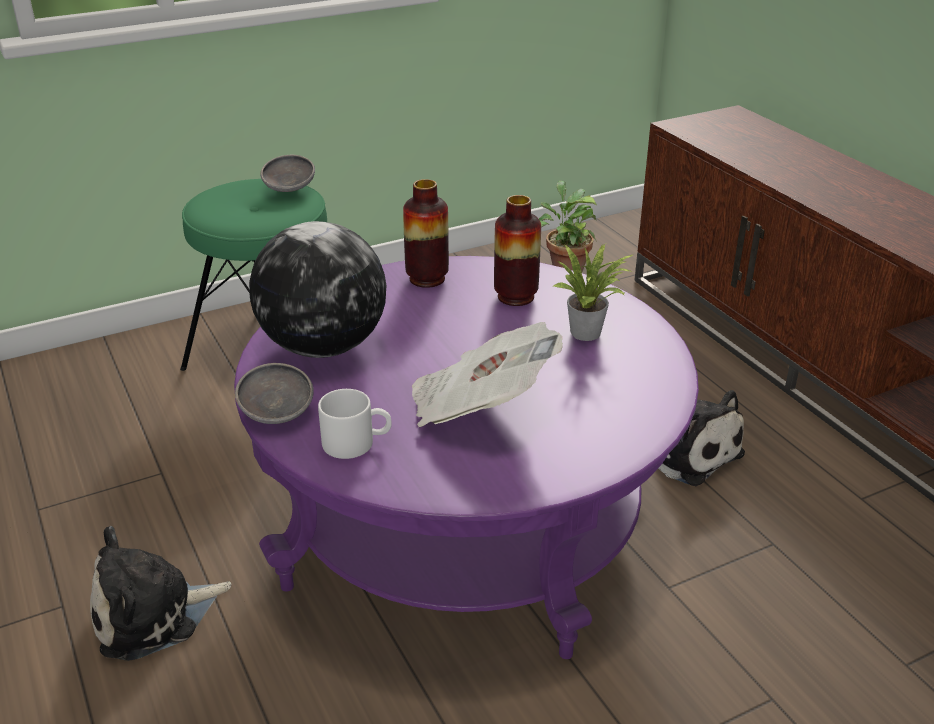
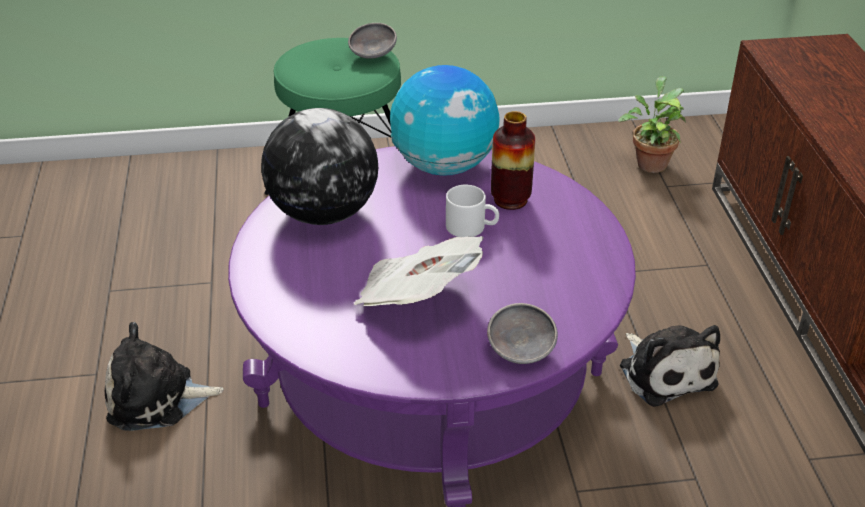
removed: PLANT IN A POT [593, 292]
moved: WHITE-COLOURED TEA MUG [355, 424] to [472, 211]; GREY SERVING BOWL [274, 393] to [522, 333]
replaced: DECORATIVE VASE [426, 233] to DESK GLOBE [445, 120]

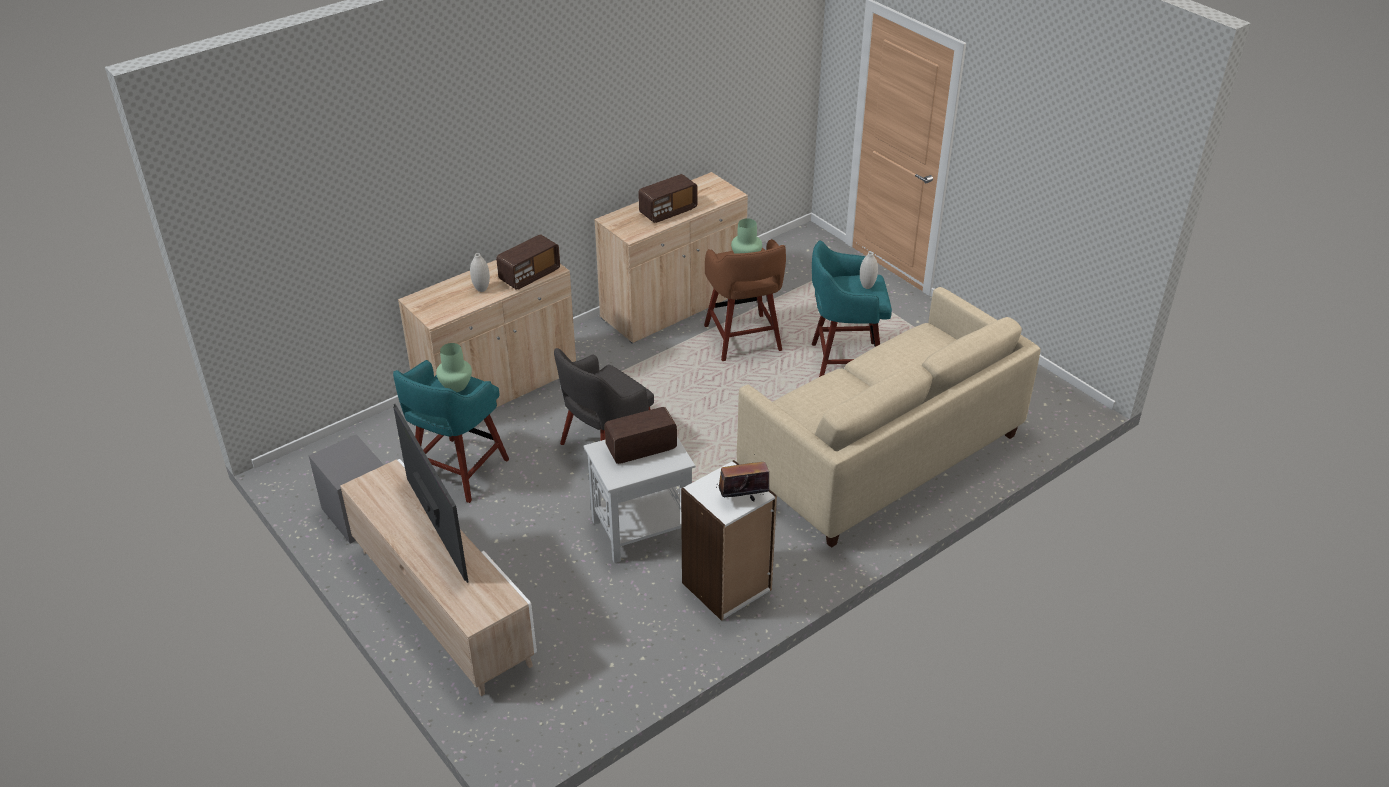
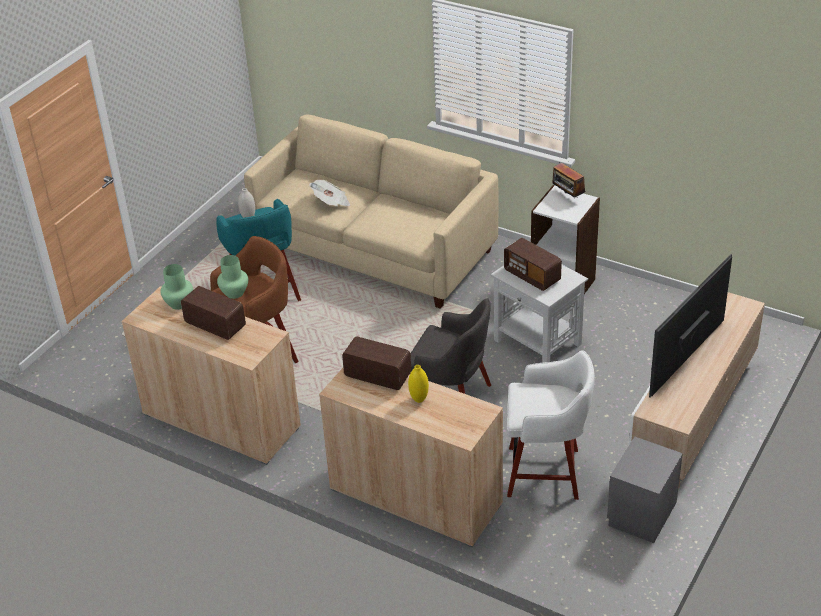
added: NEWSPAPER [330, 193]
moved: GREEN-COLOURED DECORATIVE VASE [454, 367] to [176, 287]
recoloured: WHITE-COLOURED DECORATIVE VASE [480, 272] to YELLOW-COLOURED DECORATIVE VASE [418, 384]; BLUE-GREEN SITTING STOOL [451, 431] to WHITE-COLOURED SITTING STOOL [551, 425]

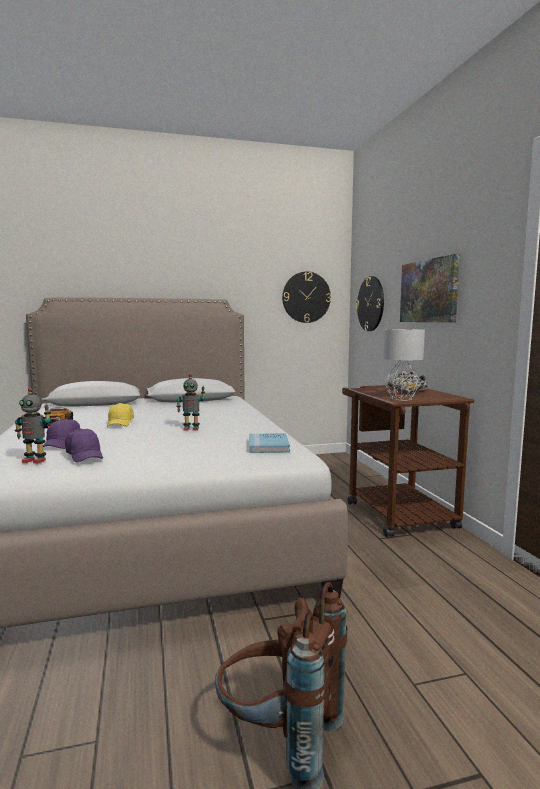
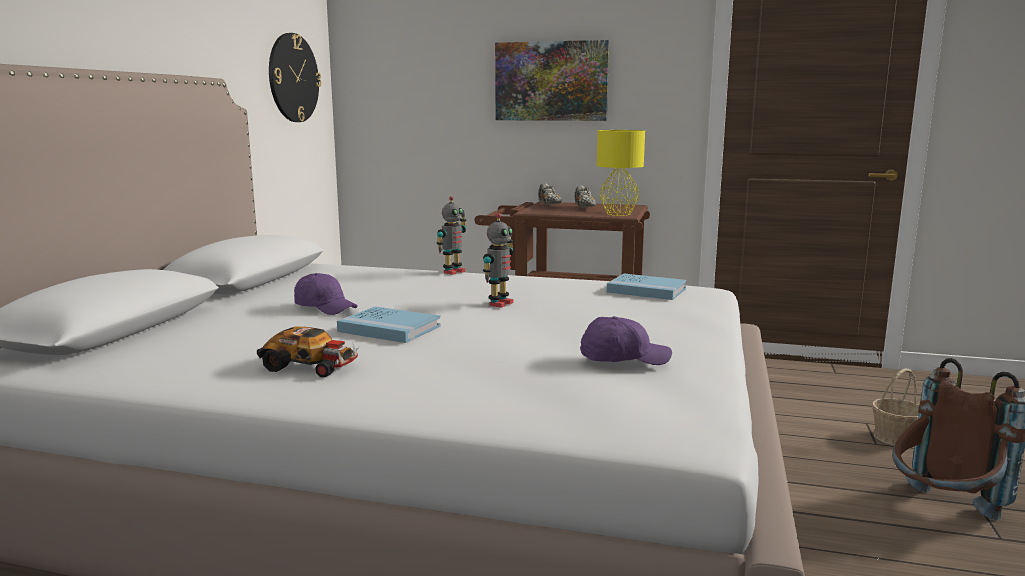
removed: WALL CLOCK [370, 303]
added: STORAGE BASKET [895, 407]
moved: PURPLISH BASEBALL CAP [62, 434] to [326, 294]; TOY ROBOT [33, 425] to [451, 235]
replaced: YELLOW-COLOURED BASEBALL CAP [120, 415] to BLUE-COLOURED VOLUME [388, 324]
recoloured: GREY TABLETOP LAMP [404, 365] to YELLOW-COLOURED TABLETOP LAMP [621, 173]

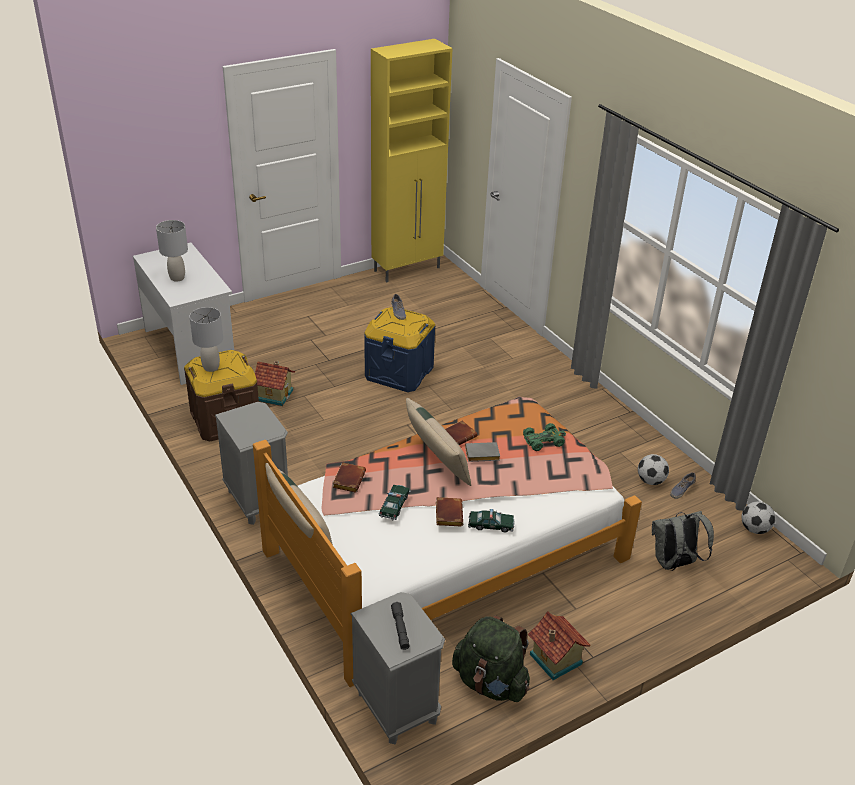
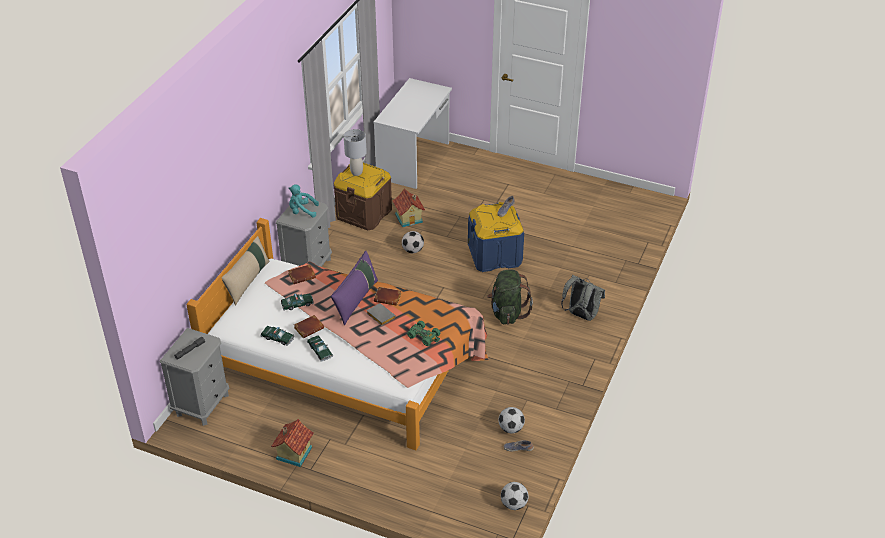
removed: GREY TABLETOP LAMP [172, 251]; YELLOW-COLOURED STORAGE CABINET [412, 160]
added: TOY CAR [277, 336]; BLUE-GREEN CUDDLY TOY [303, 201]; FOOTBALL [413, 242]
moved: GREEN-COLOURED RUCKSACK [491, 658] to [510, 296]; GREY RUCKSACK [683, 541] to [583, 298]
recoloured: SAND-COLOURED CUSHION [438, 442] to PURPLISH CUSHION [354, 288]

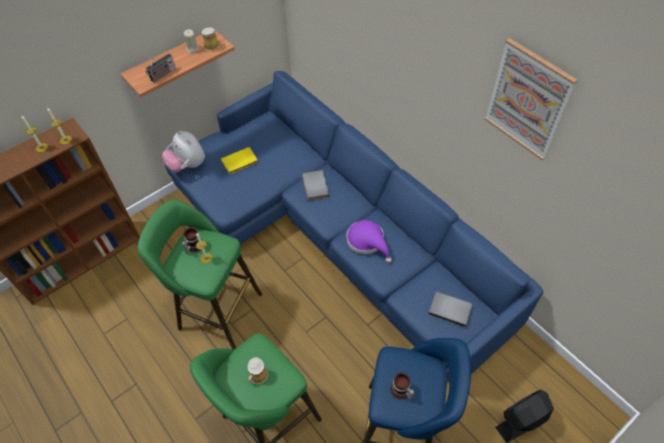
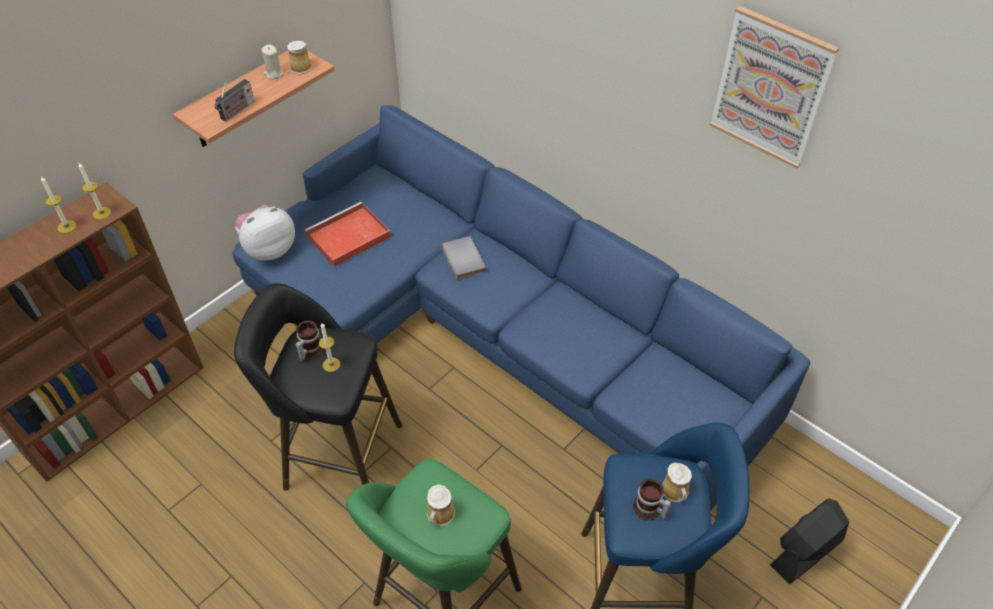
removed: PURPLISH CLOTHING HAT [369, 241]; GREY VOLUME [450, 309]
added: TEA MUG [677, 482]
replaced: YELLOW-COLOURED VOLUME [239, 160] to REDDISH SERVING TRAY [348, 234]
recoloured: GREEN-COLOURED SITTING STOOL [199, 275] to BLACKISH SITTING STOOL [318, 387]
turned: CUDDLY TOY [183, 152] = [265, 233] 105 degrees clockwise

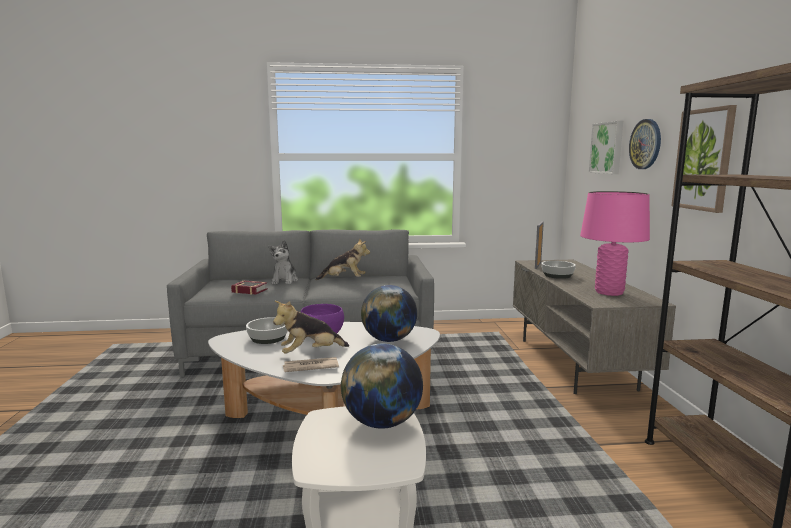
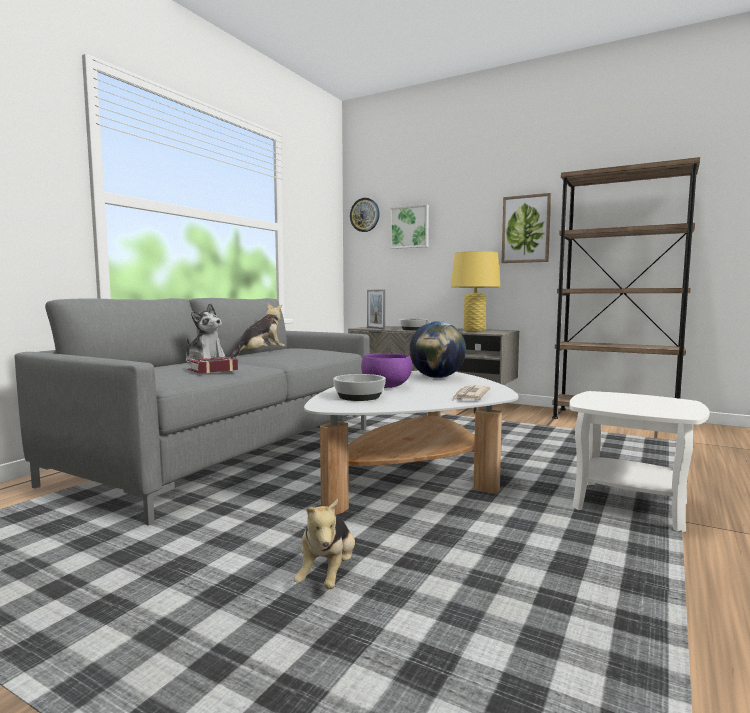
removed: DESK GLOBE [382, 386]
moved: CUDDLY TOY [311, 327] to [324, 544]; WALL CLOCK [645, 144] to [365, 215]
recoloured: PINK TABLETOP LAMP [615, 243] to YELLOW-COLOURED TABLETOP LAMP [476, 291]

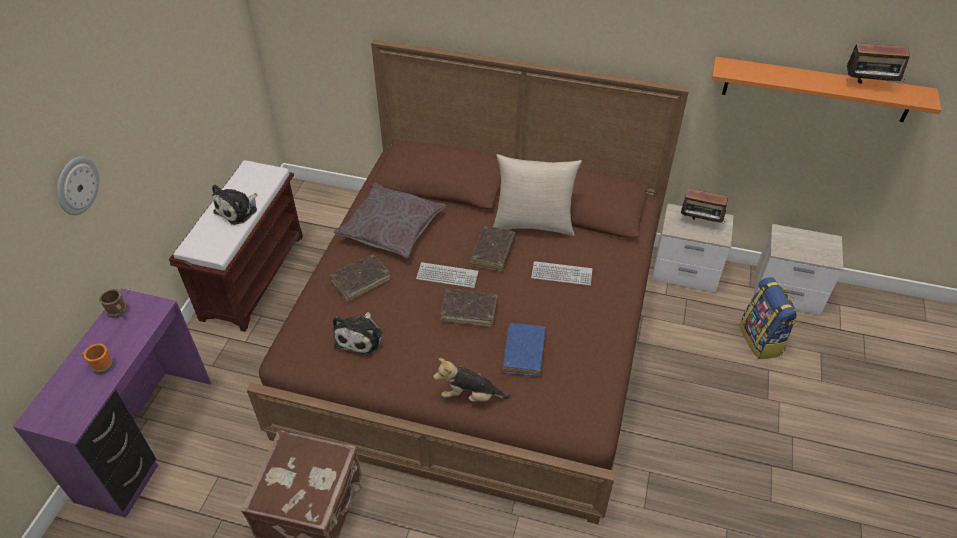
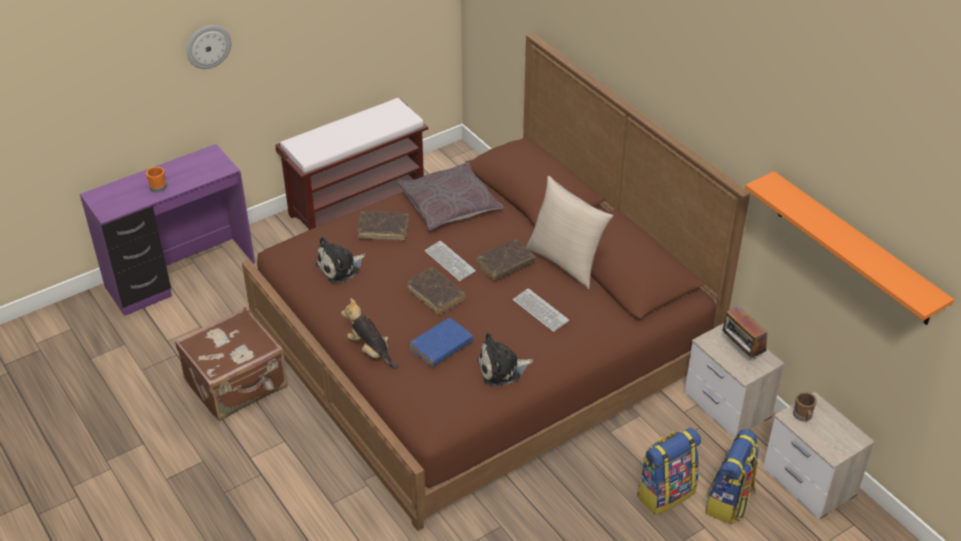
removed: RADIO [878, 62]
added: RUCKSACK [669, 471]
moved: CUDDLY TOY [234, 204] to [505, 359]; BROWN TEA MUG [113, 304] to [805, 407]

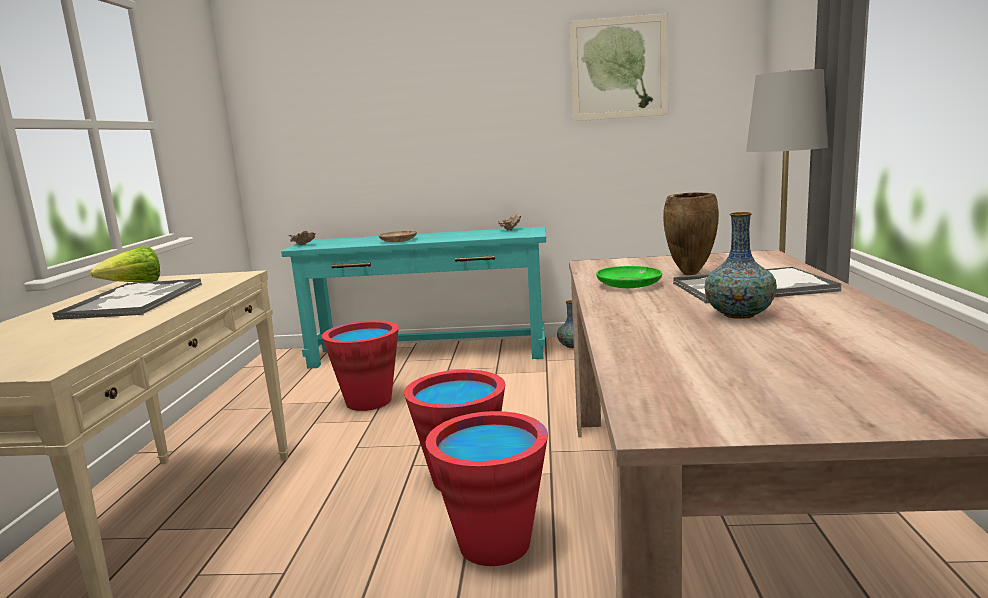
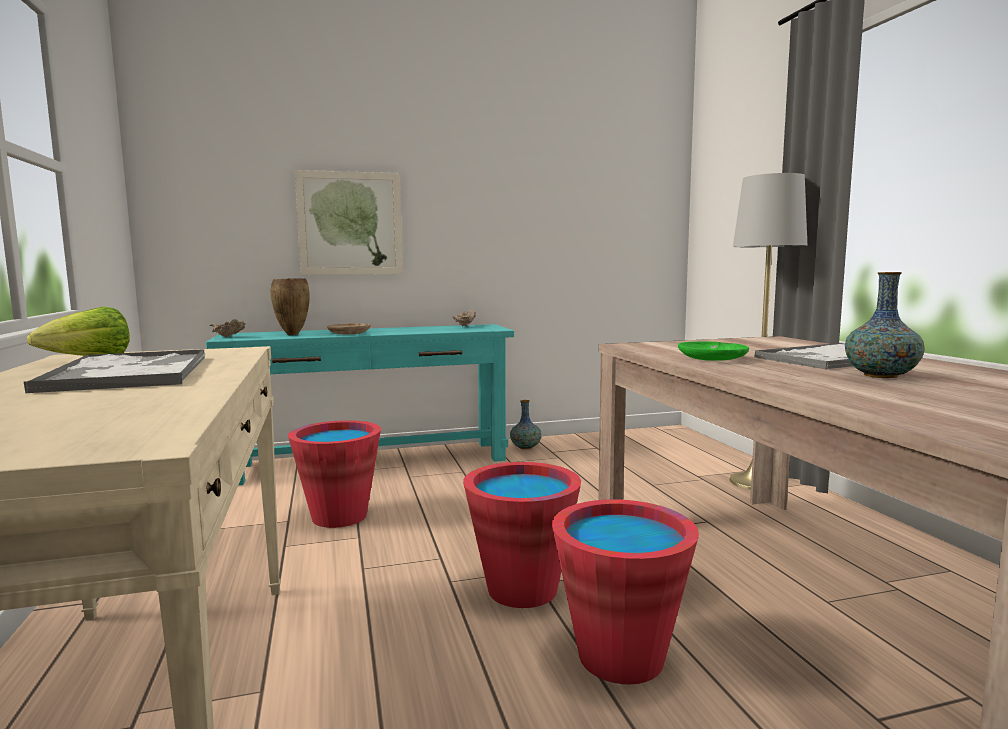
moved: BROWN DECORATIVE VASE [691, 234] to [290, 306]; PICTURE [618, 67] to [349, 222]

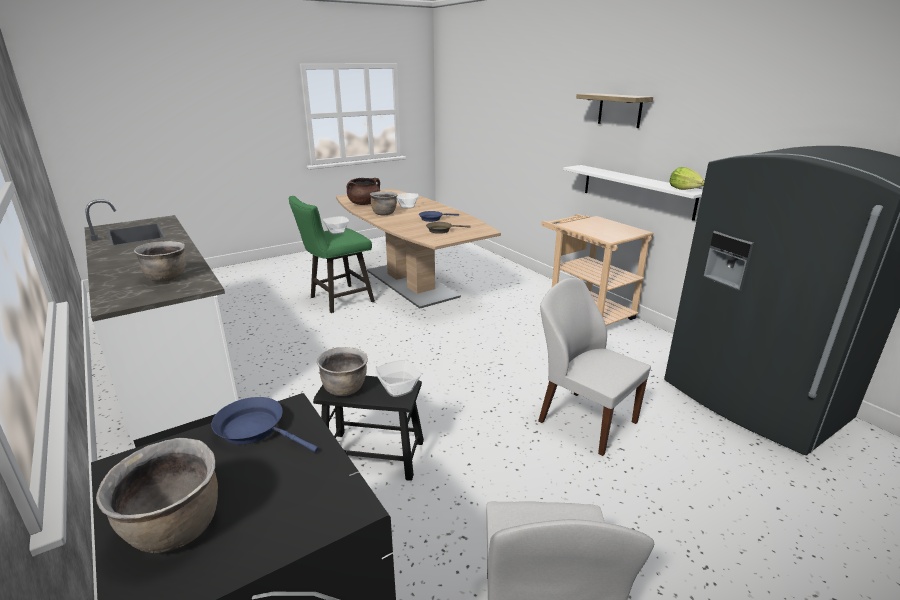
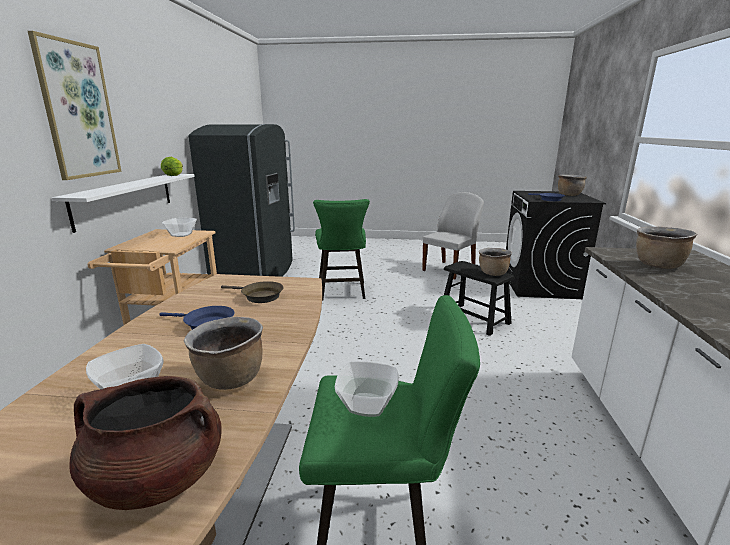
moved: SERVING BOWL [398, 378] to [179, 227]
replaced: SHELF [614, 110] to PICTURE [75, 105]; WHITE-COLOURED UPRIGHT CHAIR [594, 367] to GREEN-COLOURED SITTING STOOL [341, 250]

